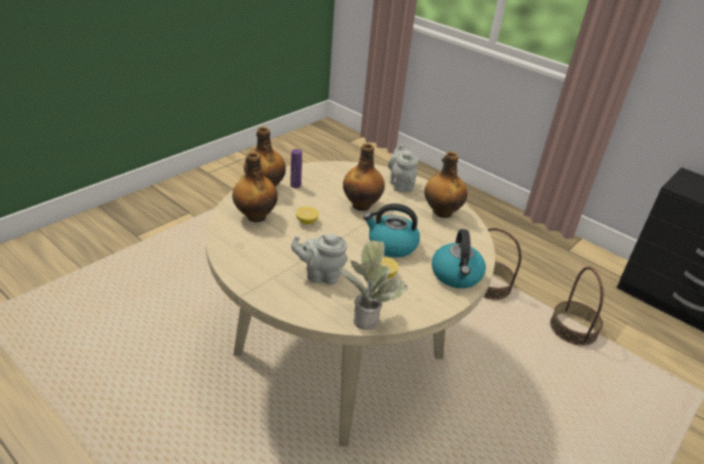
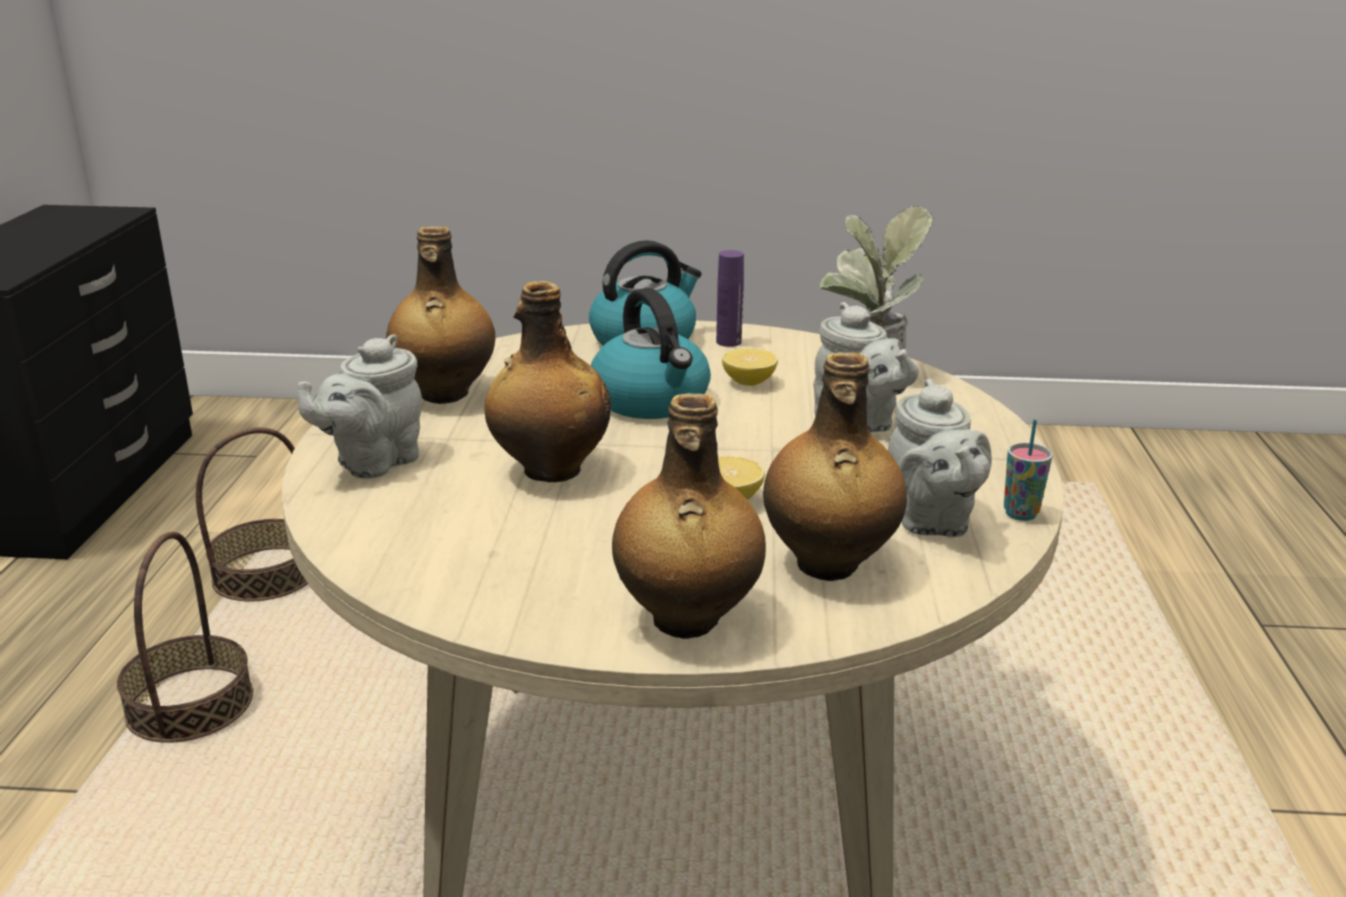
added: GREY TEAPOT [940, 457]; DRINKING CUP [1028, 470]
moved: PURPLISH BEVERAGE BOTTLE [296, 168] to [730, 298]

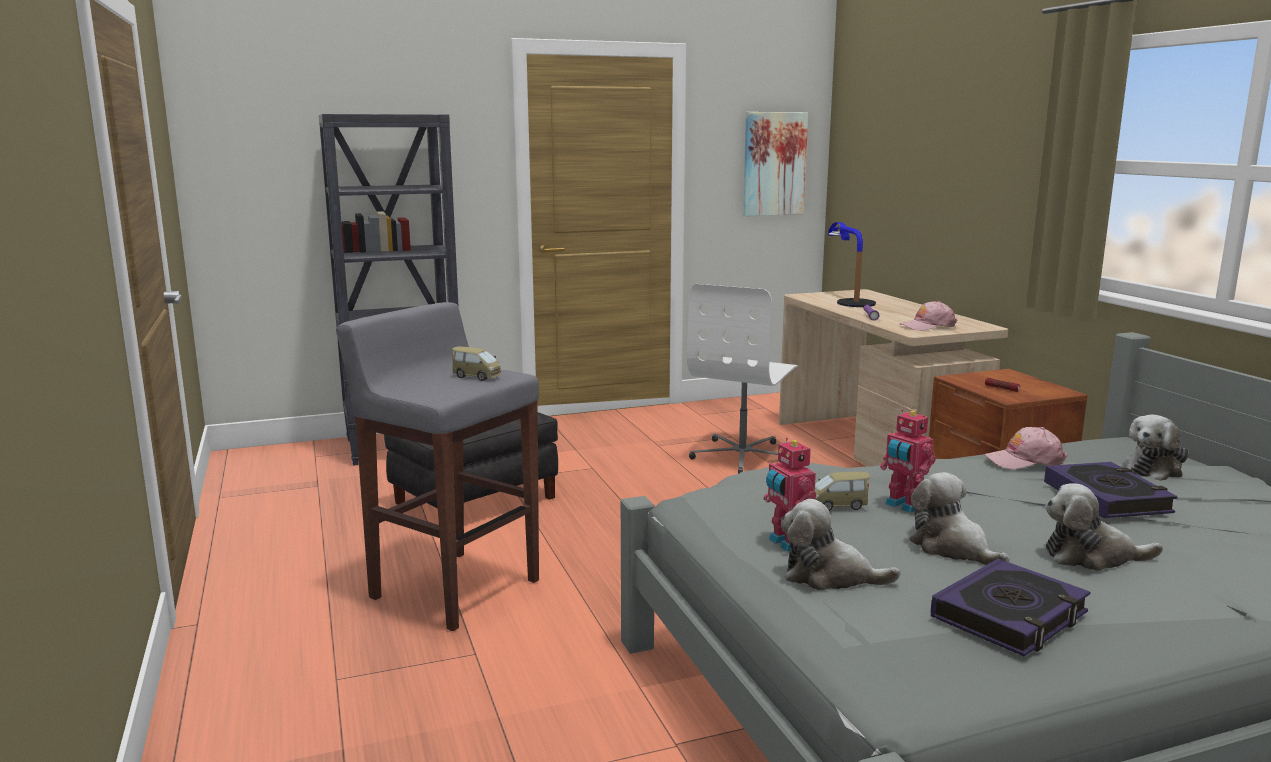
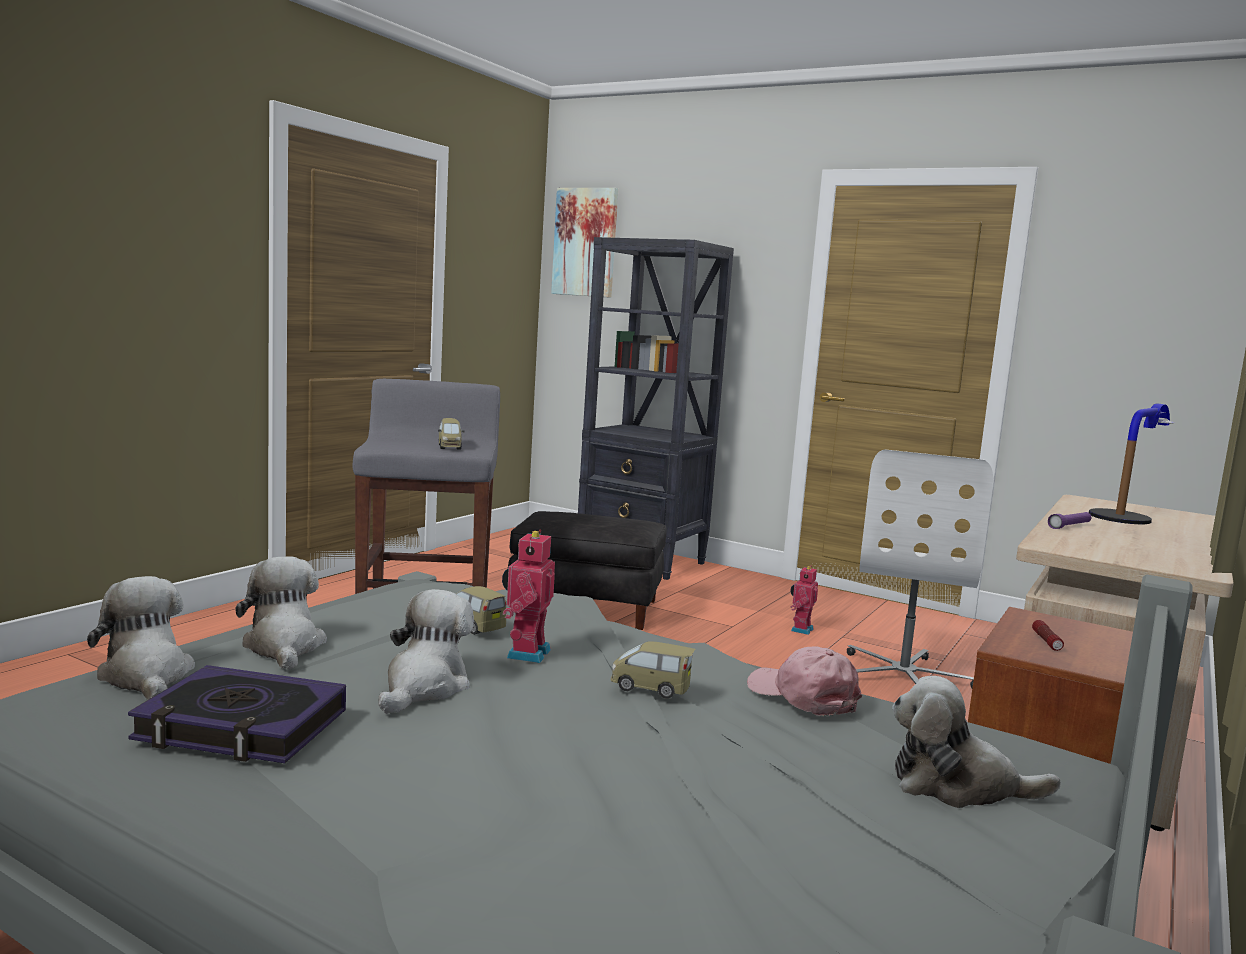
removed: PINK BASEBALL CAP [928, 316]; VOLUME [1110, 490]
added: TOY CAR [653, 670]
moved: CUDDLY TOY [1104, 527] to [141, 638]; PICTURE [775, 164] to [584, 243]; TOY ROBOT [790, 495] to [804, 600]
turned: WHITE-COLOURED DESK CHAIR [742, 379] = [920, 568] 60 degrees counterclockwise

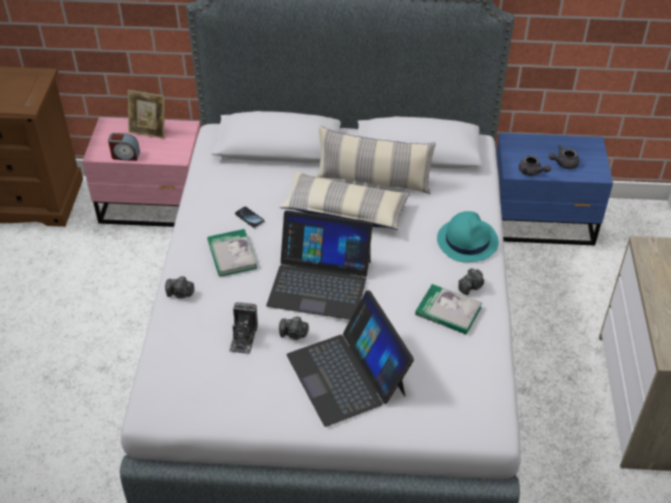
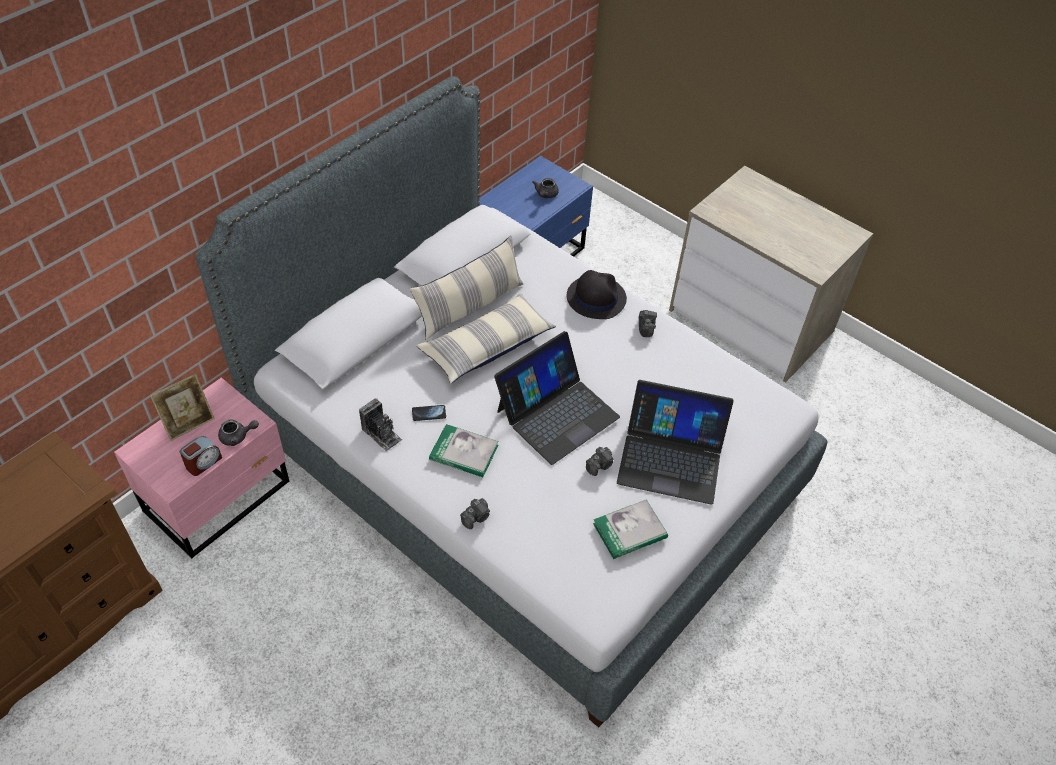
moved: GREY TEAPOT [535, 165] to [238, 433]; STILL CAMERA [243, 328] to [380, 425]; VOLUME [448, 309] to [630, 529]
recoloured: BLUE-GREEN CLOTHING HAT [468, 236] to BLACKISH CLOTHING HAT [597, 294]

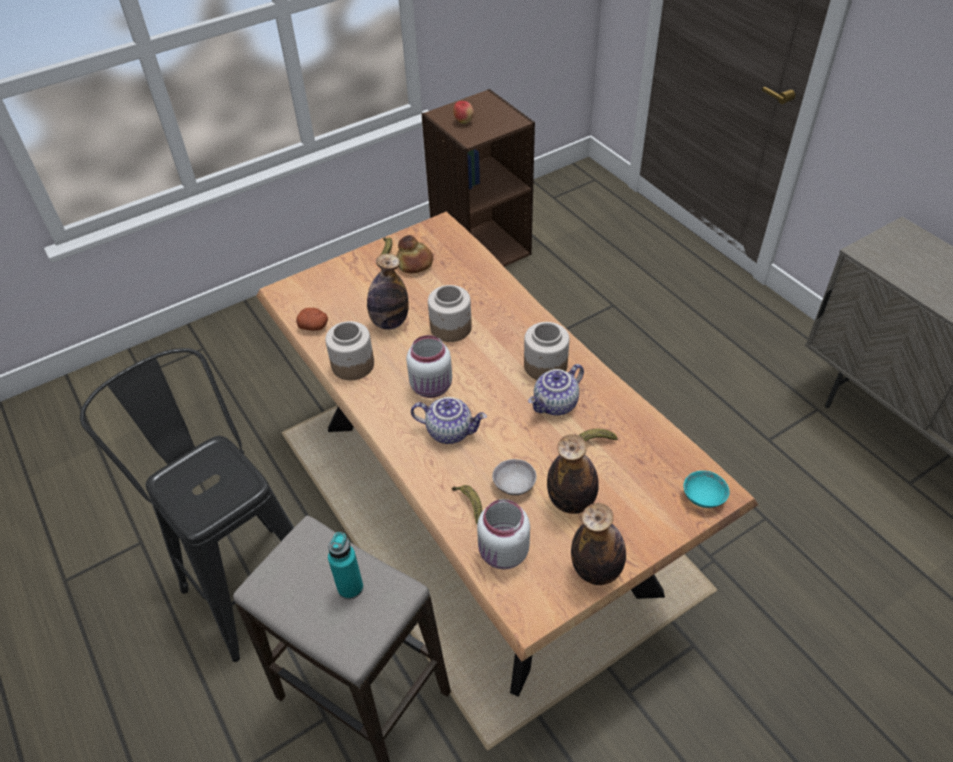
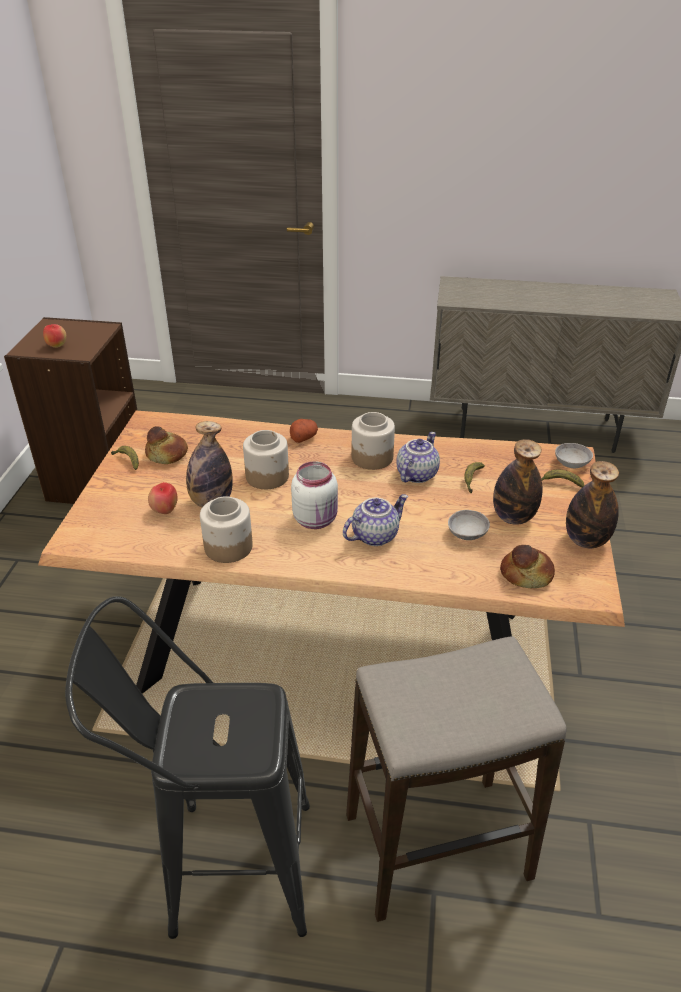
removed: BLUE-GREEN BEVERAGE BOTTLE [345, 565]
added: APPLE [163, 498]
moved: SPUD [312, 319] to [304, 431]; BANANA [467, 504] to [563, 478]
replaced: WHITE-COLOURED PRESERVE JAR [503, 534] to BREAD [527, 566]
recoloured: BLUE-GREEN SERVING BOWL [707, 489] to GREY SERVING BOWL [574, 455]
turned: TEAPOT [556, 389] = [418, 457] 150 degrees counterclockwise

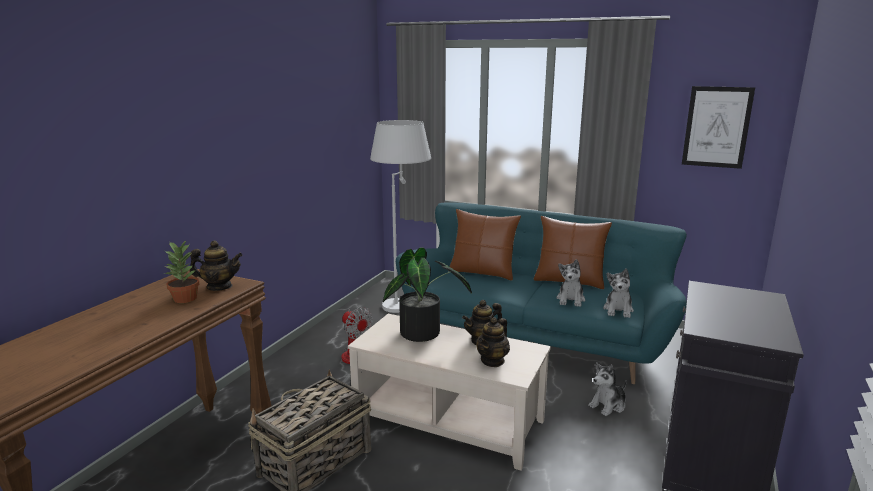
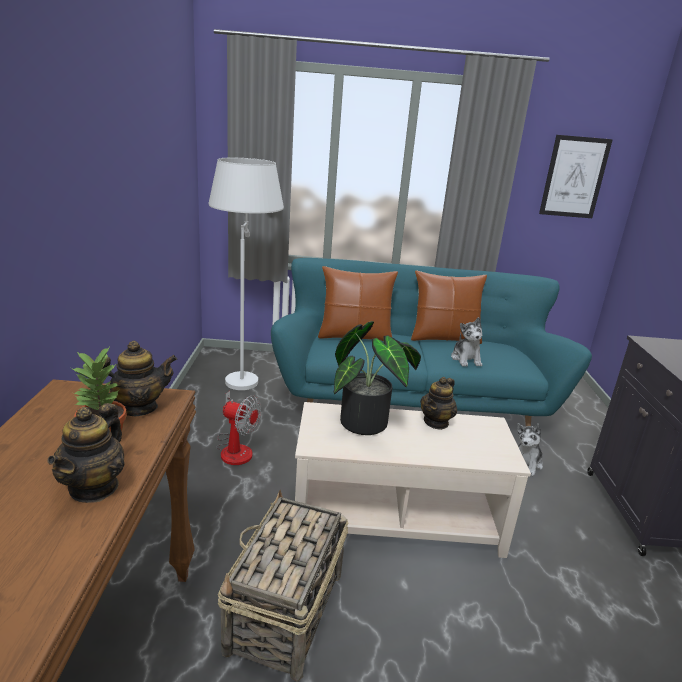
removed: CUDDLY TOY [618, 293]
moved: TEAPOT [493, 342] to [86, 453]

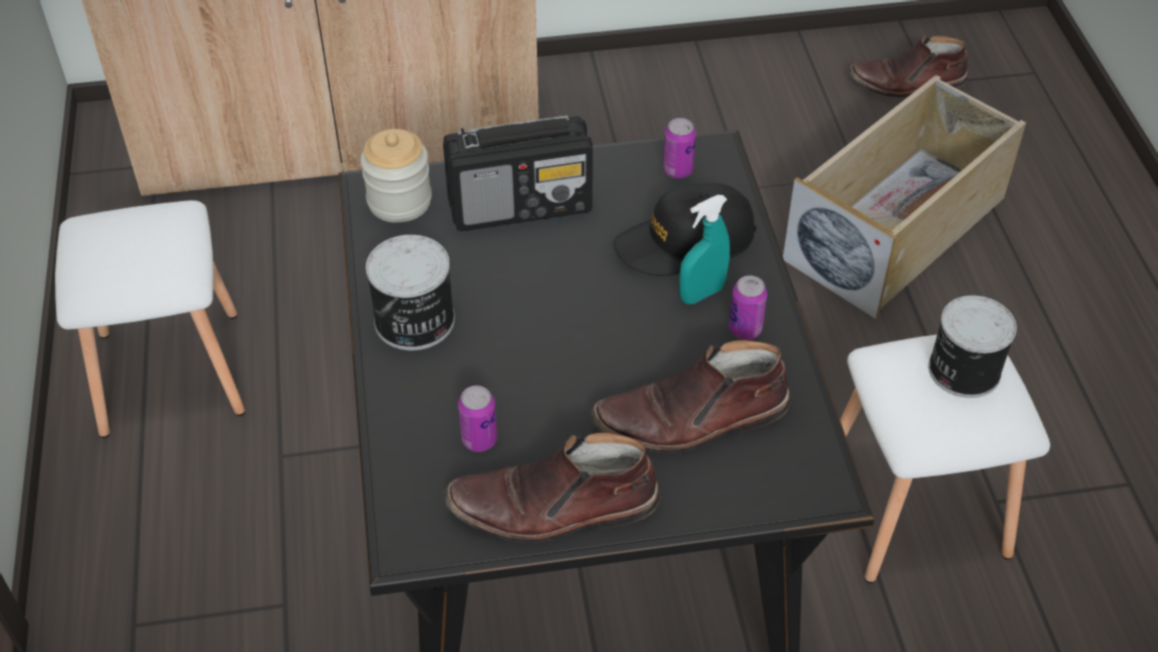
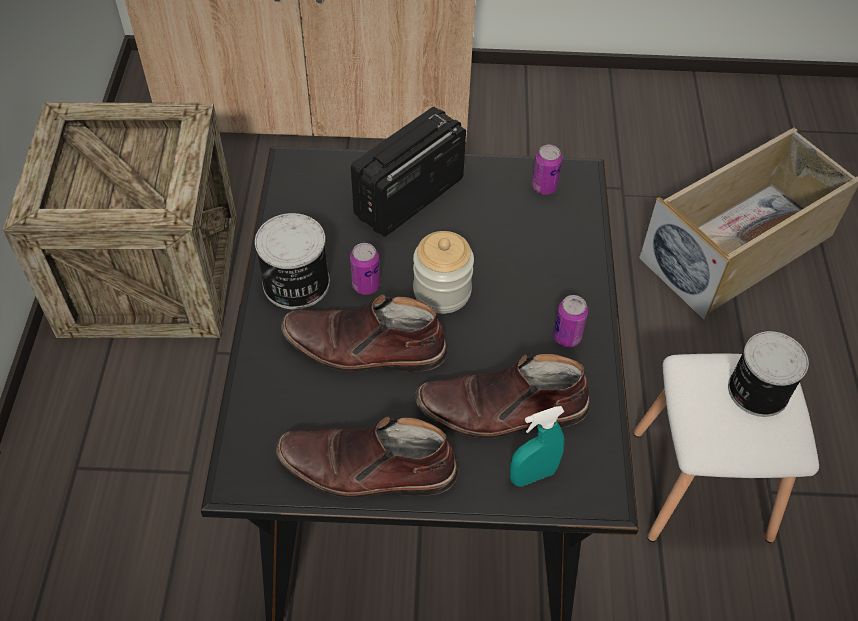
removed: BLACKISH BASEBALL CAP [685, 229]
moved: BROWN TALL BOOT [908, 66] to [364, 333]; METAL CAN [477, 419] to [365, 269]; PRESERVE JAR [396, 176] to [443, 272]; BLUE-GREEN SPRAY BOTTLE [704, 249] to [537, 446]
replaced: WHITE-COLOURED SITTING STOOL [150, 319] to SHIPPING CRATE [120, 220]
turned: RADIO [518, 173] = [408, 172] 135 degrees clockwise

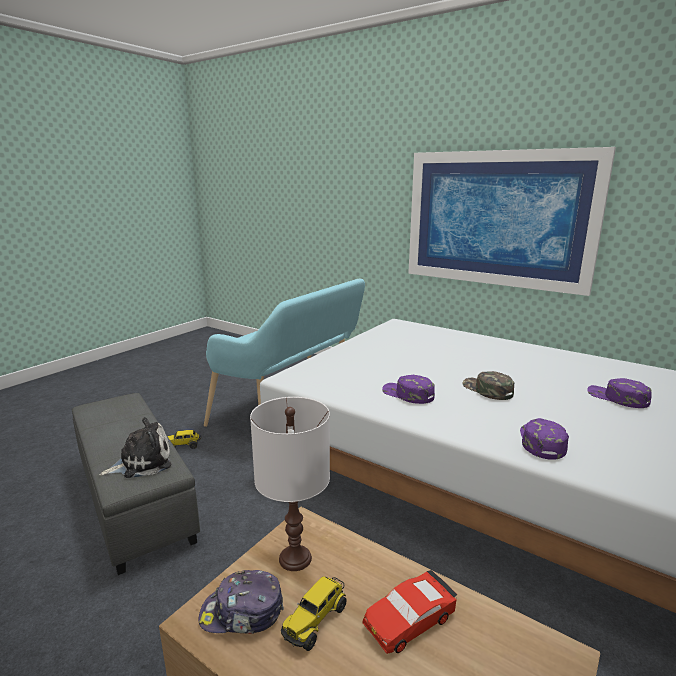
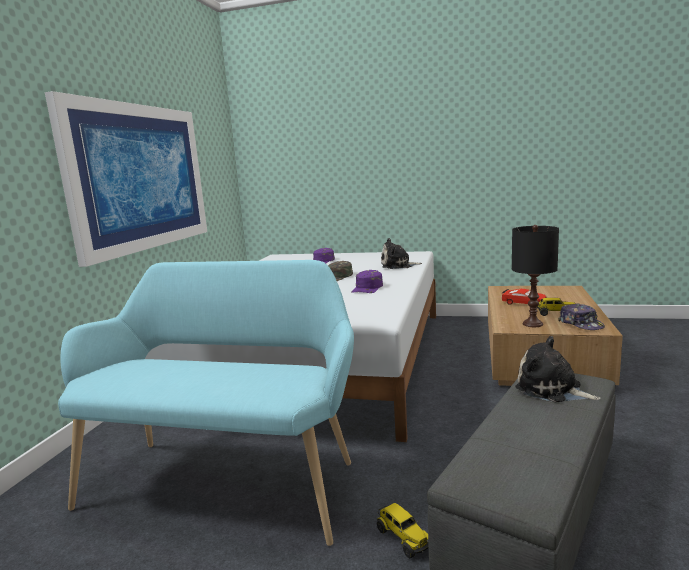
replaced: PURPLISH BASEBALL CAP [544, 439] to CUDDLY TOY [401, 253]
recoloured: WHITE-COLOURED TABLETOP LAMP [290, 484] to BLACKISH TABLETOP LAMP [535, 276]

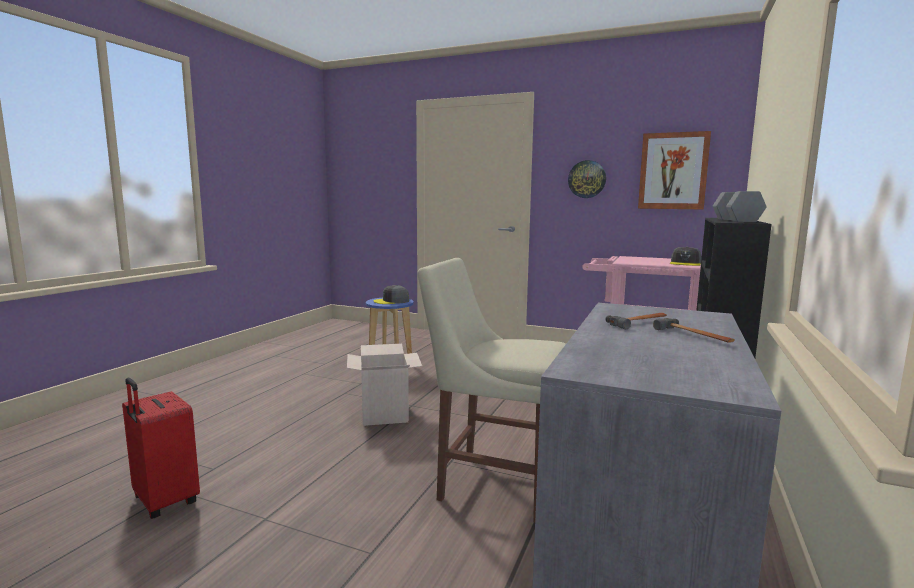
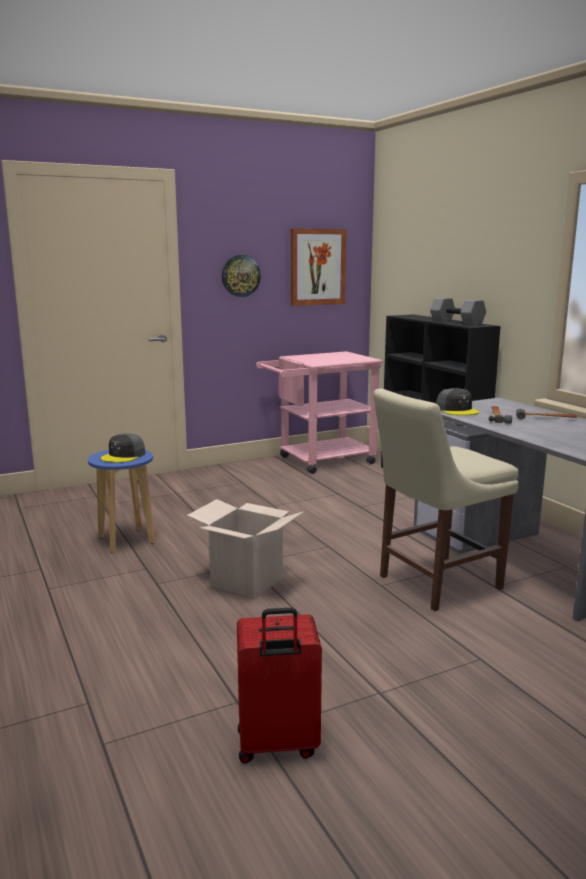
moved: GREY BASEBALL CAP [686, 256] to [457, 401]

